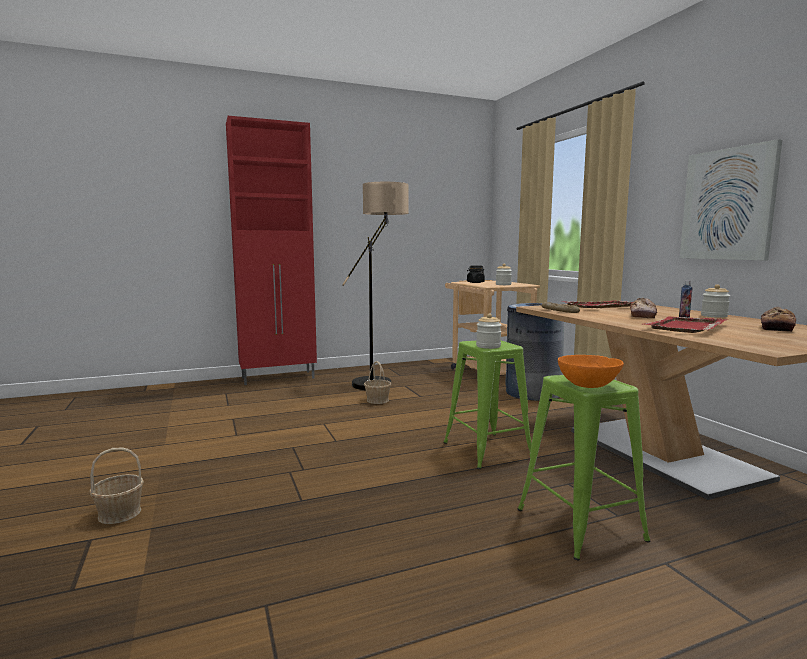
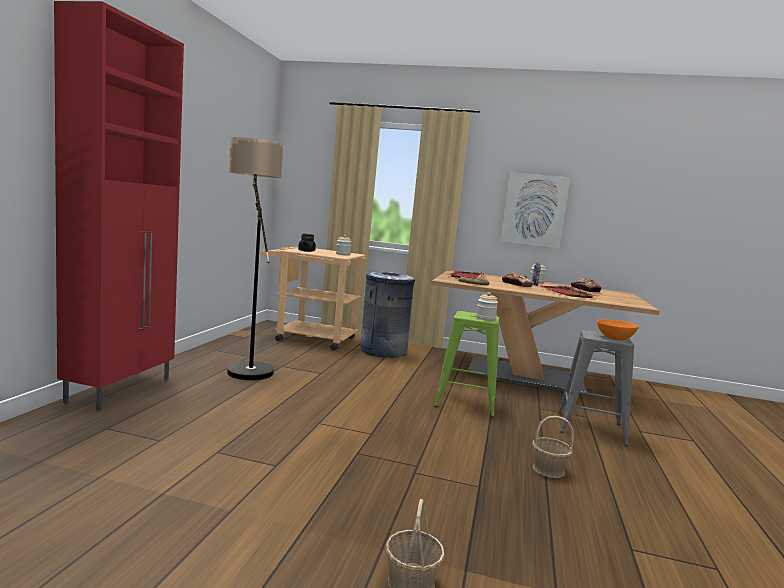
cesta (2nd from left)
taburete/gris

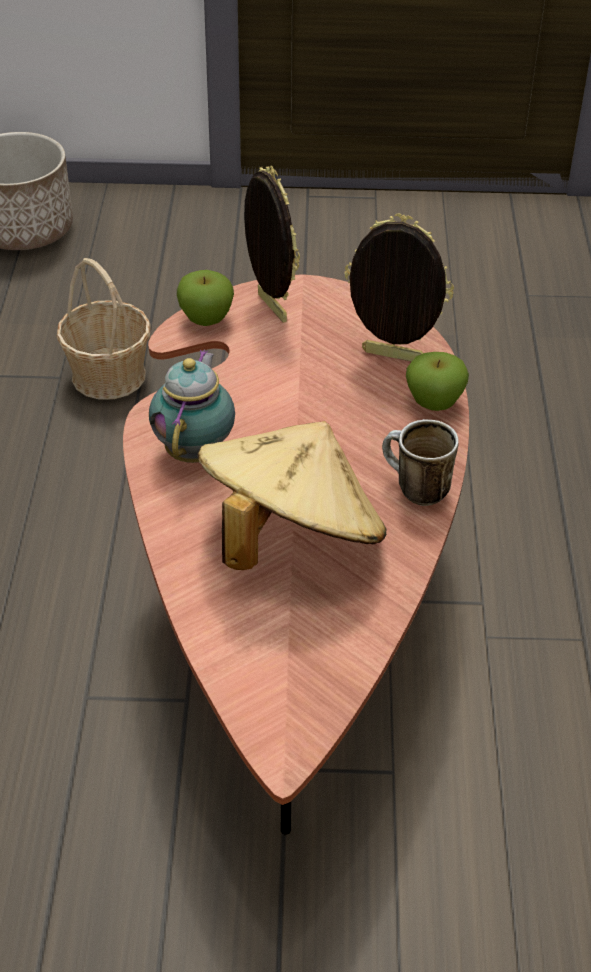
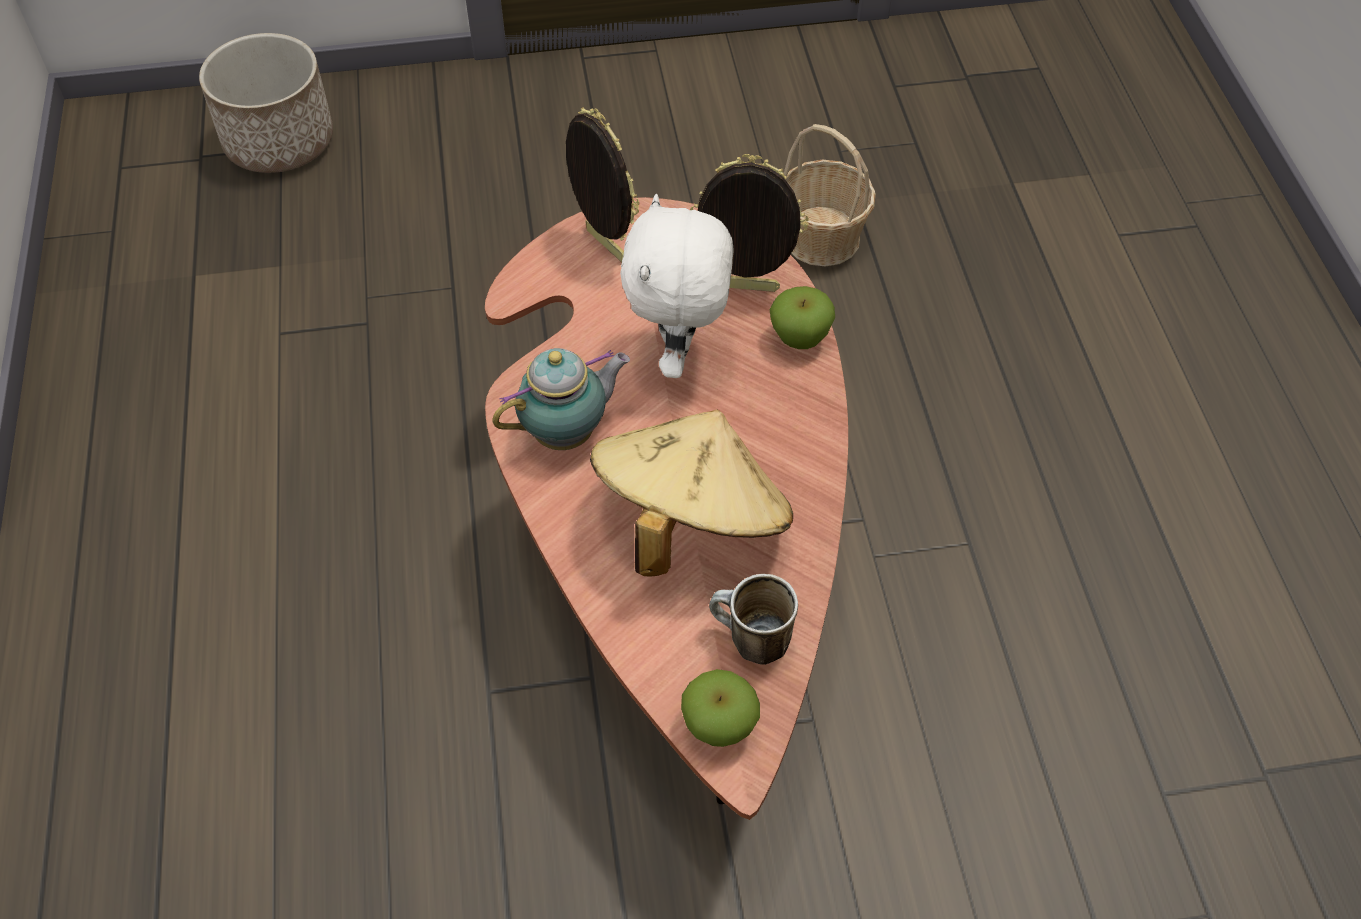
cesta
tetera
manzana (1st from left)
taza grande
peluche/blanco

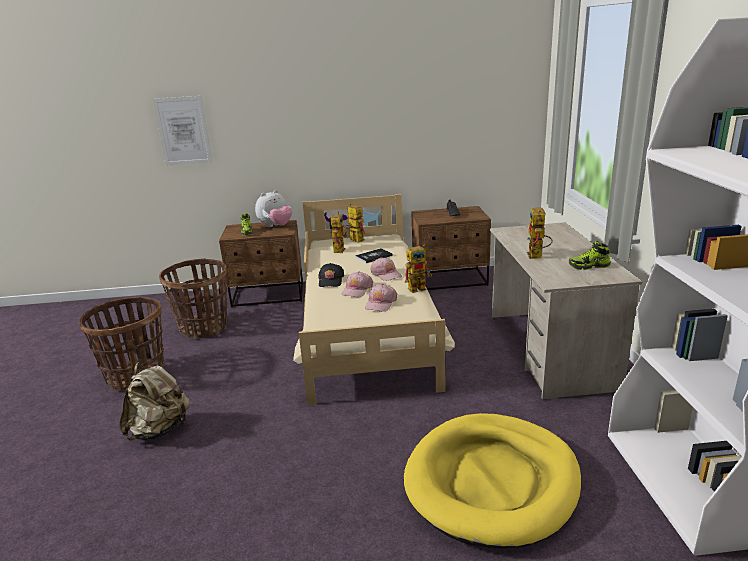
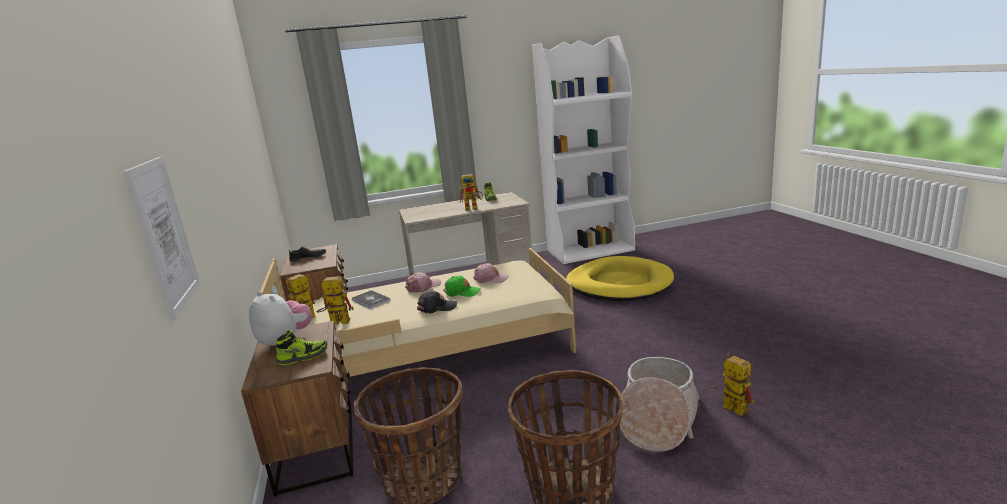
cesta (3rd from left)
gorra/verde
robot de juguete (4th from left)

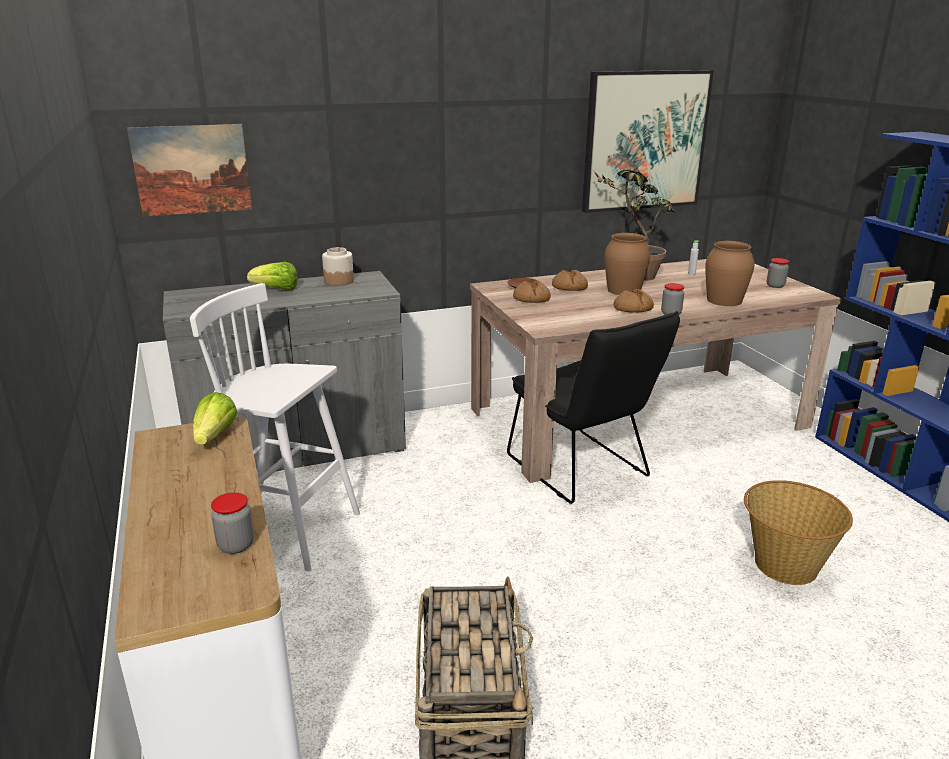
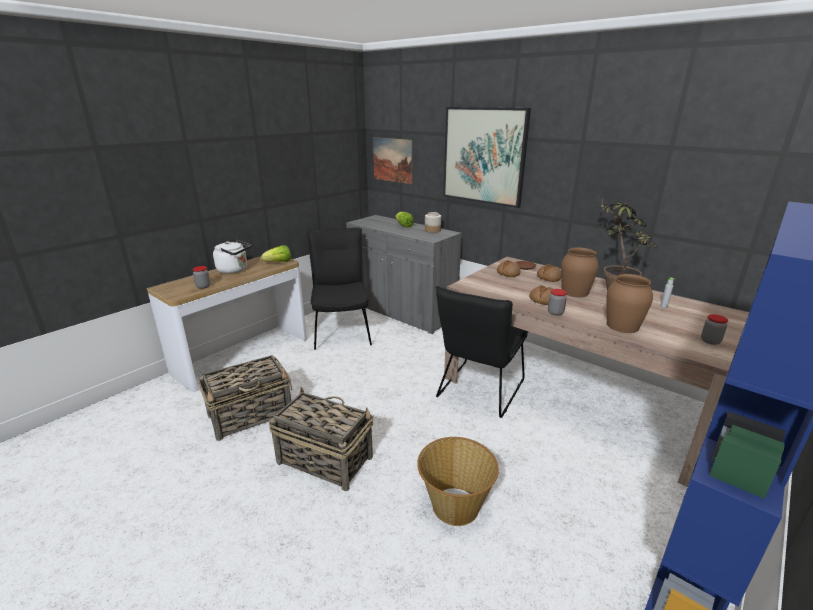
silla/negro (1st from left)
cuadro (2nd from left)
hervidor/blanco
cesta (2nd from left)

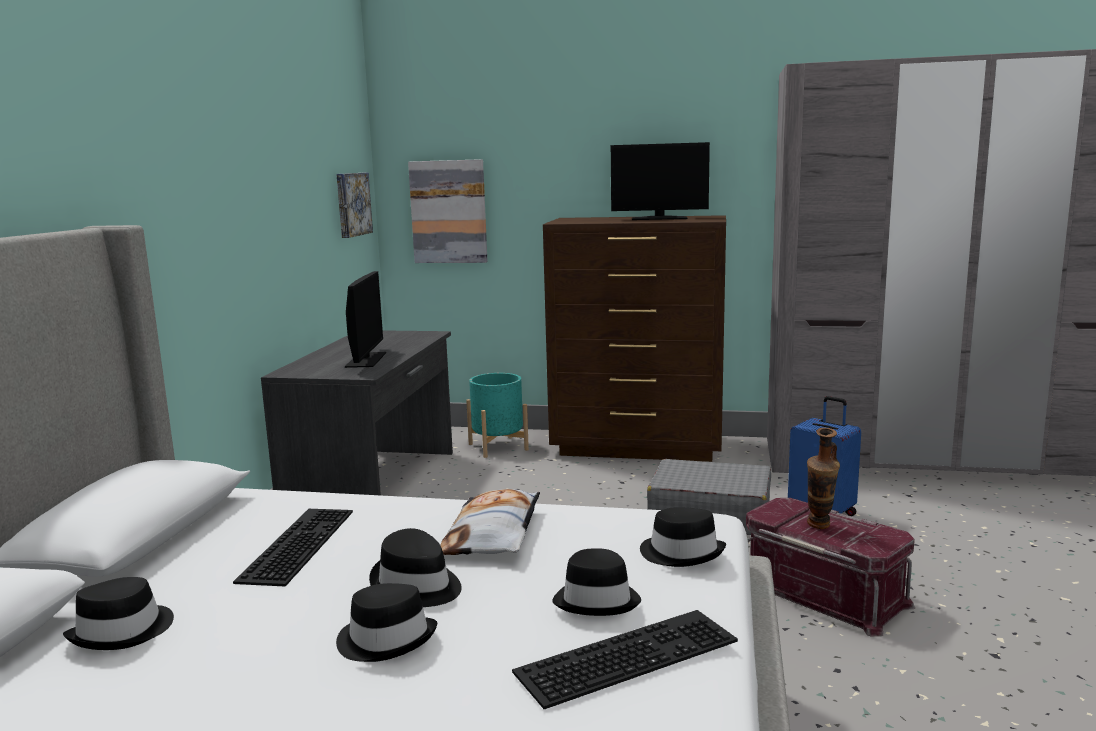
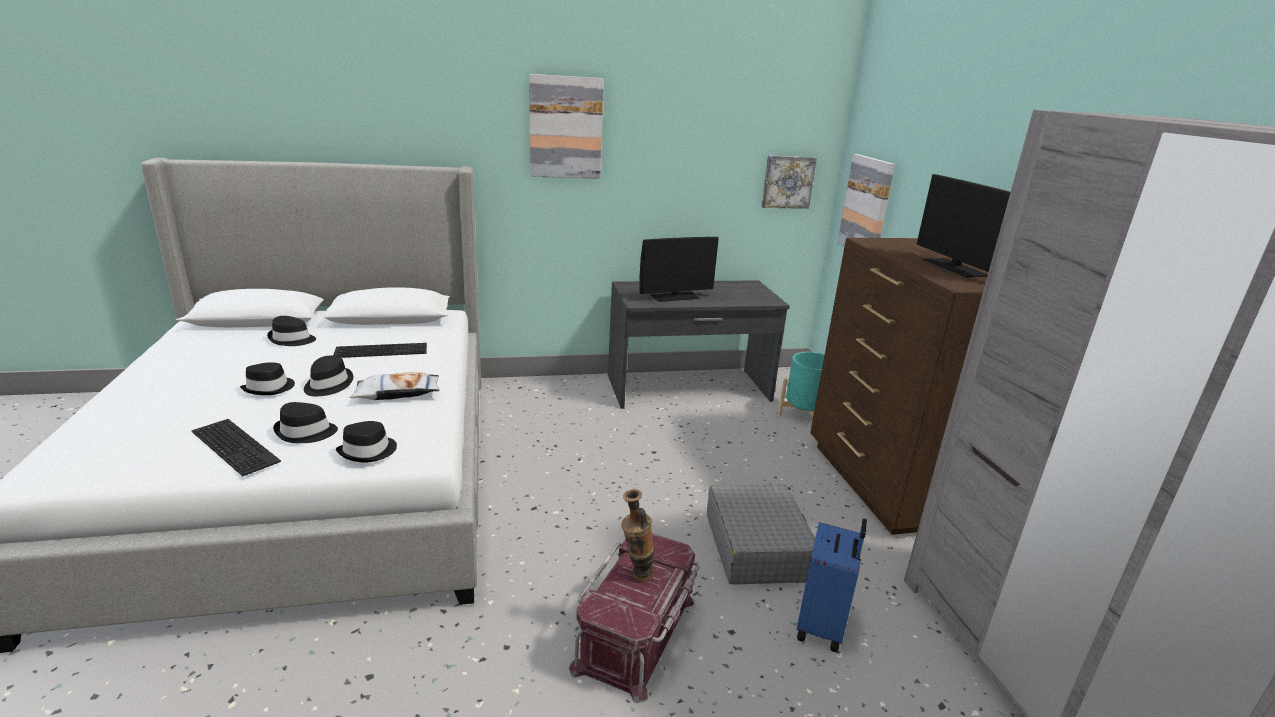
cuadro (1st from left)

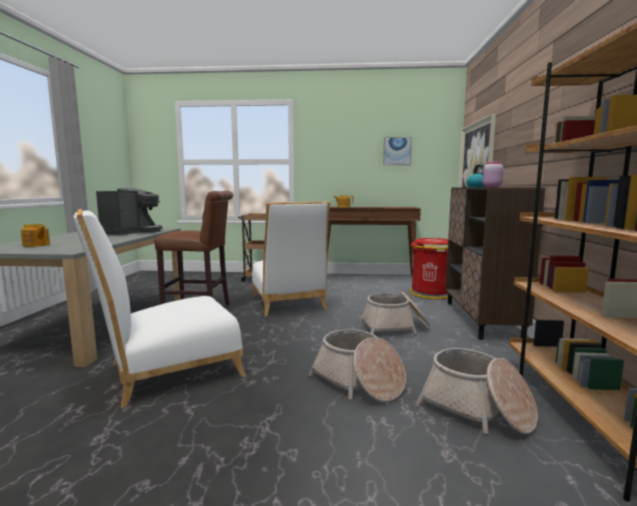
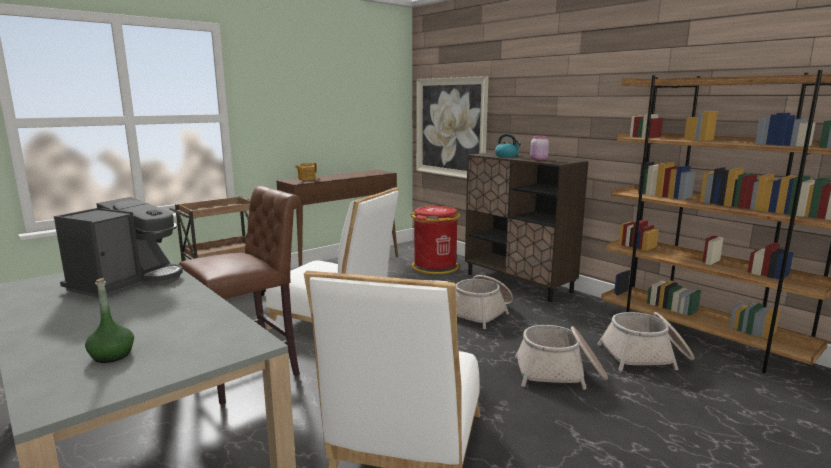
botella/verde
cafetera
cuadro (1st from left in the first image)

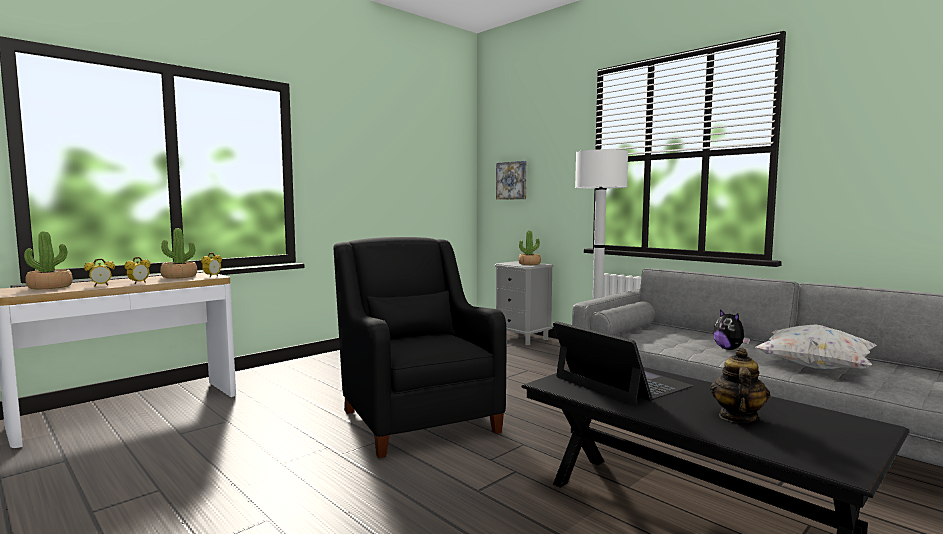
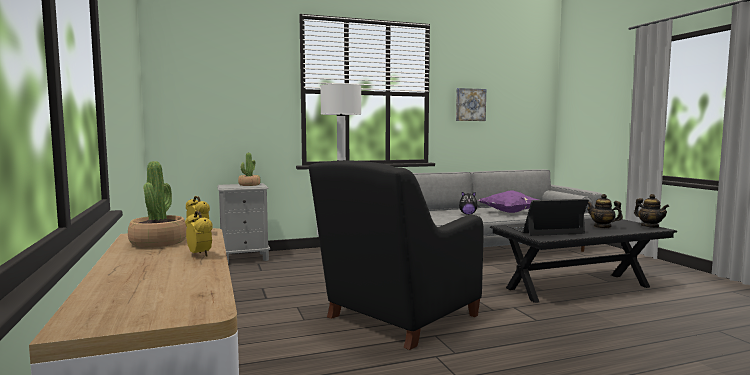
planta en maceta (1st from left in the first image)
despertador (1st from left in the first image)
sillón/negro
cuadro
cojín/morado
tetera (2nd from left)

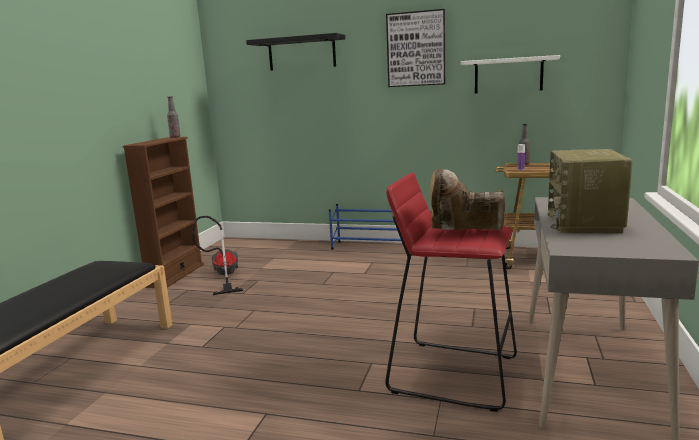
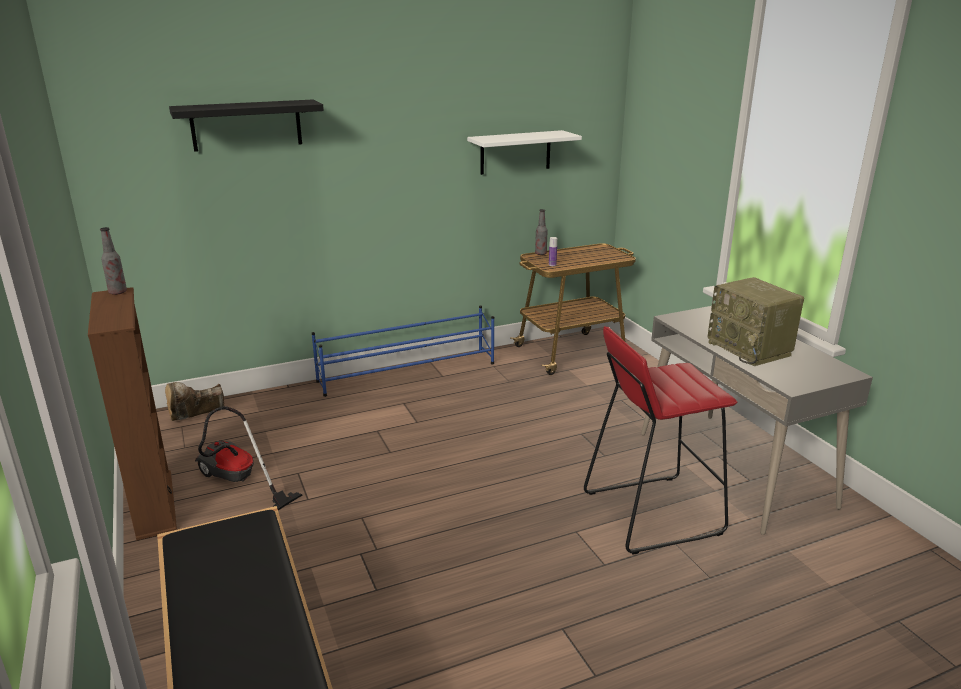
cuadro
bota/marrón

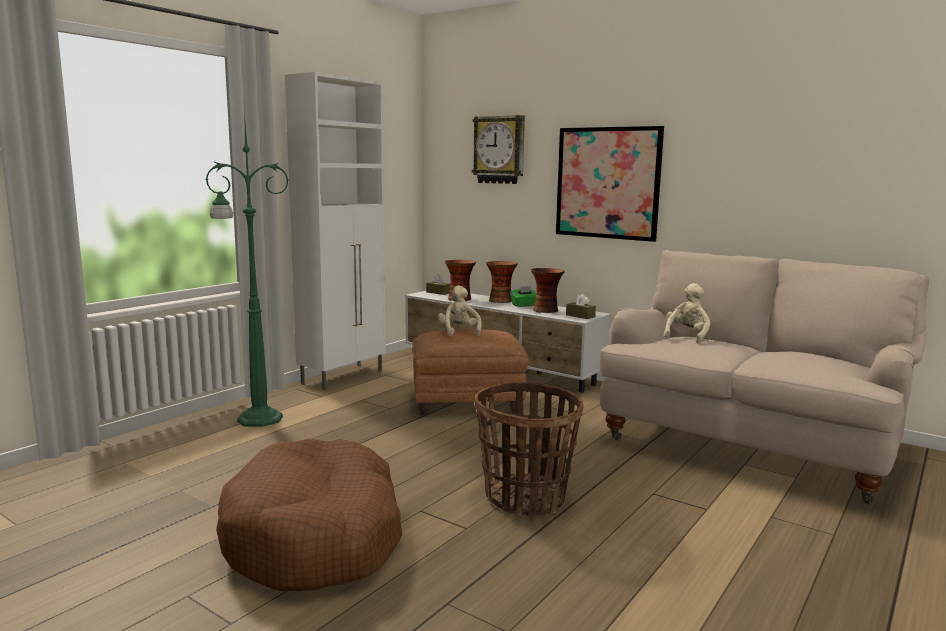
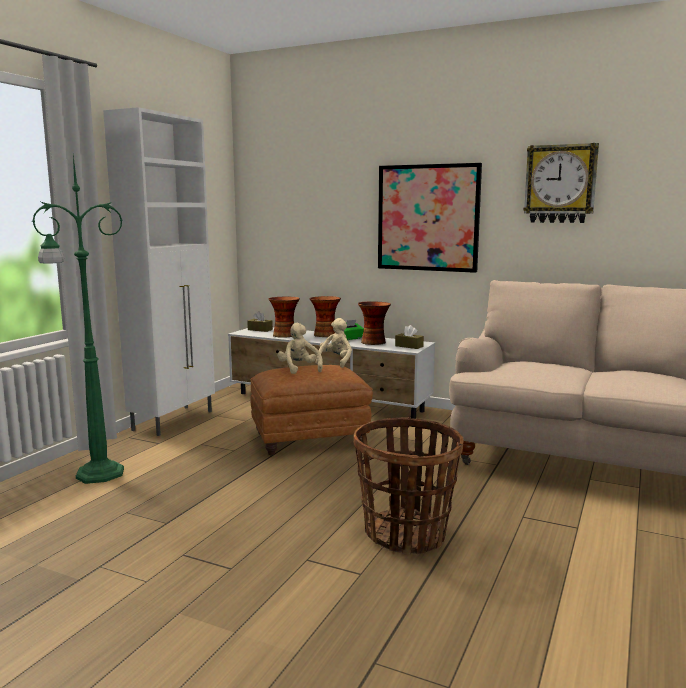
cama para perro/marrón
reloj de pared
peluche/beis (2nd from left)

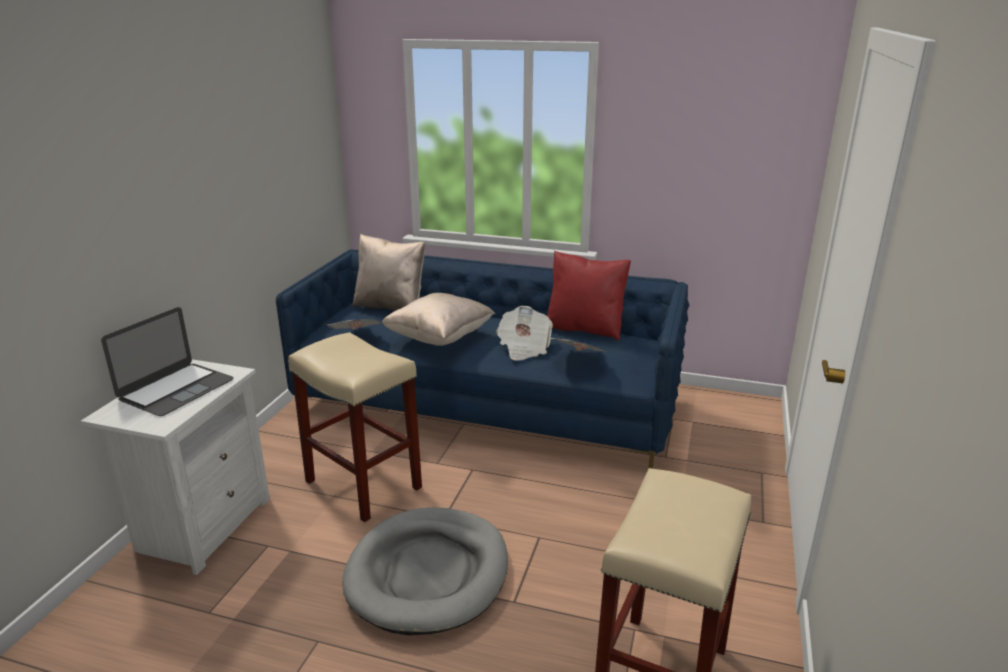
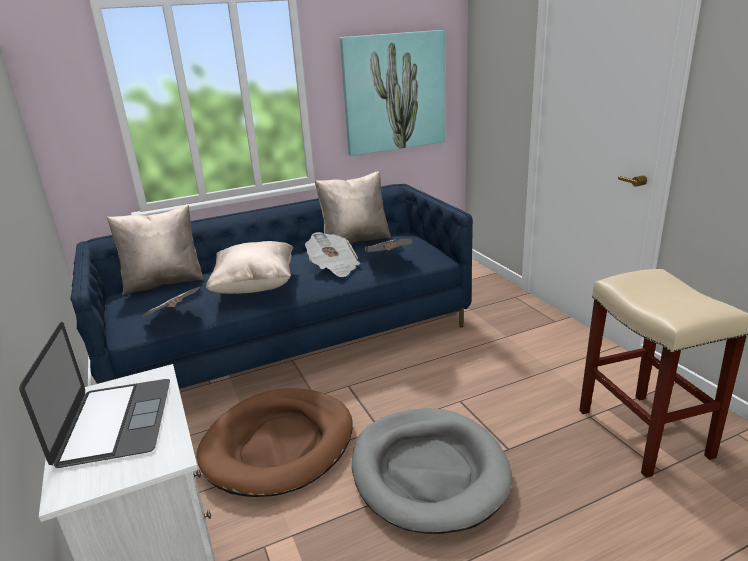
cama para perro/marrón
cojín/beis (3rd from left)
cuadro

